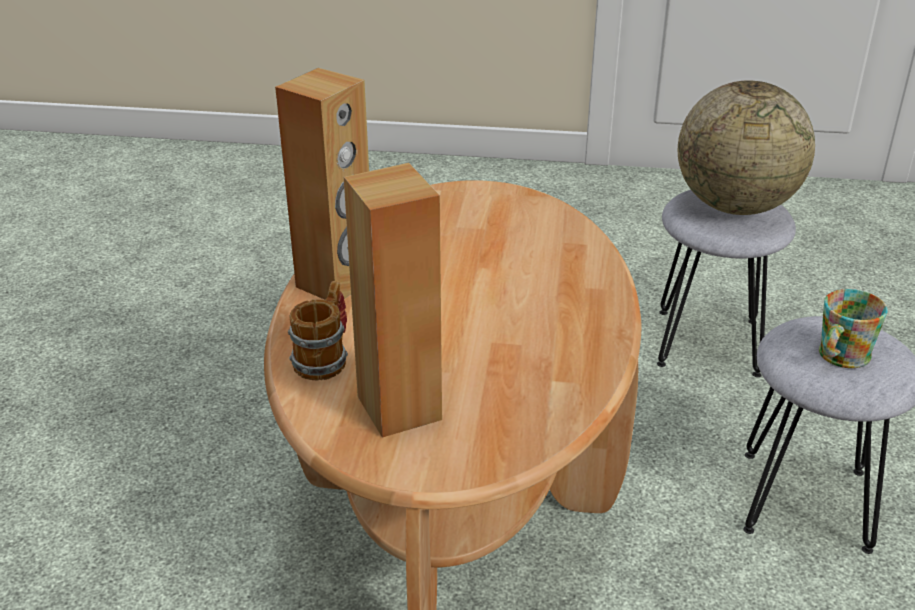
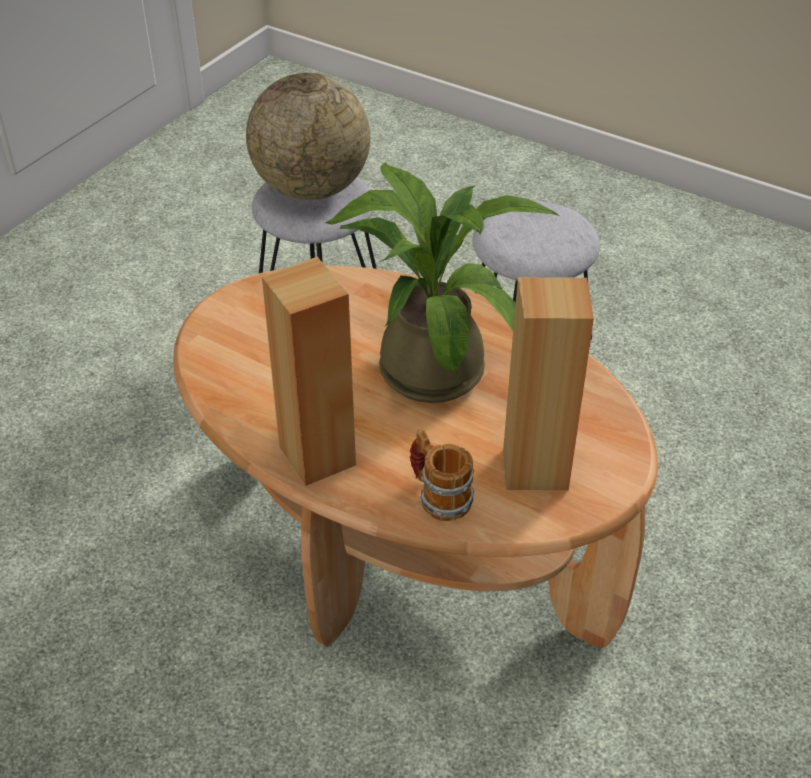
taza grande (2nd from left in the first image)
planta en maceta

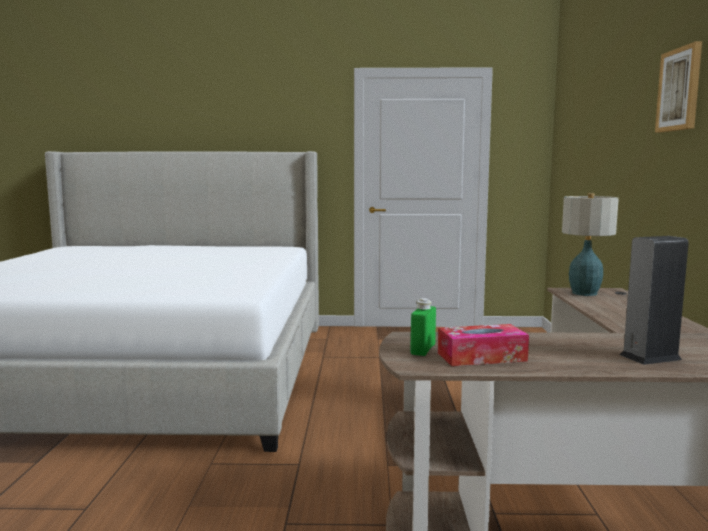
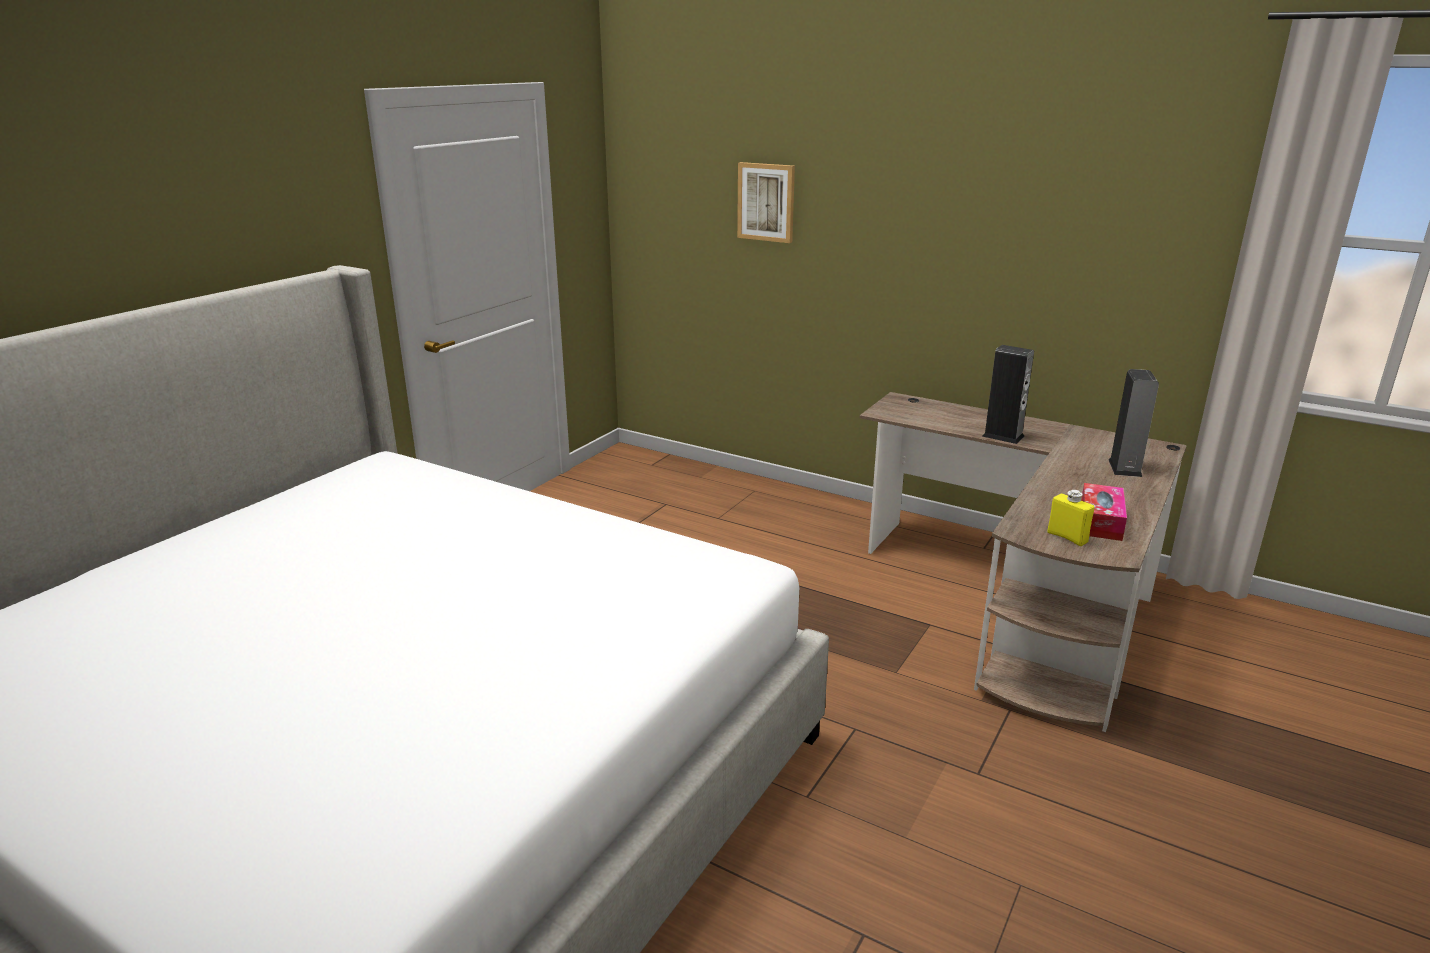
botella/amarillo
lámpara de mesa
cuadro
altavoz (1st from left)

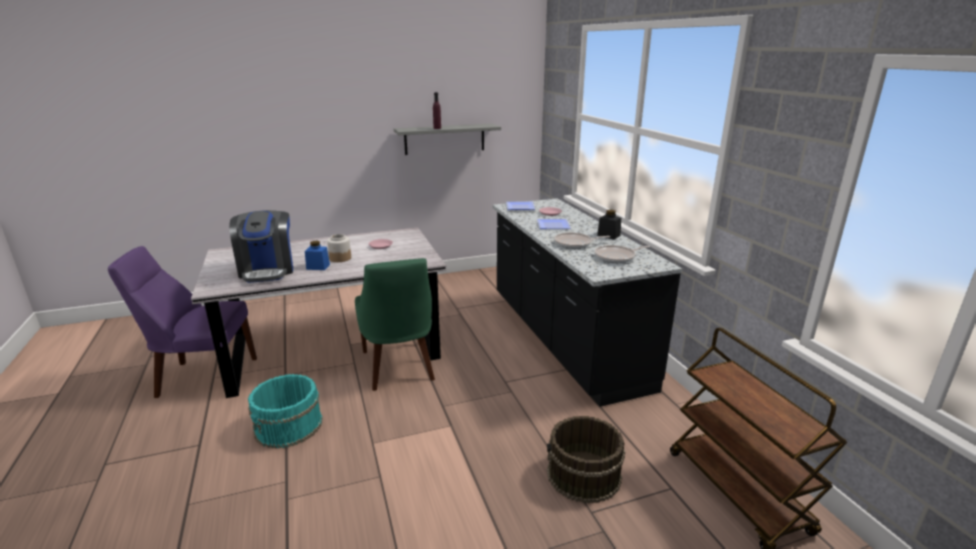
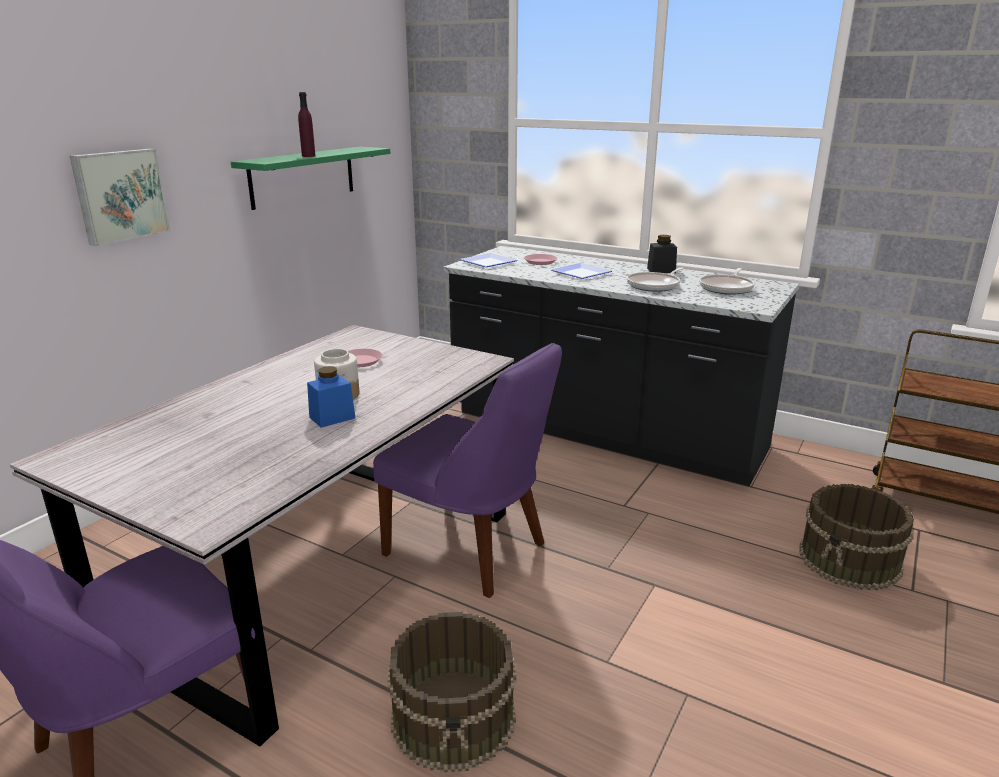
cafetera
cubo/marrón (1st from left)
silla/morado (2nd from left)
estante/verde
cuadro

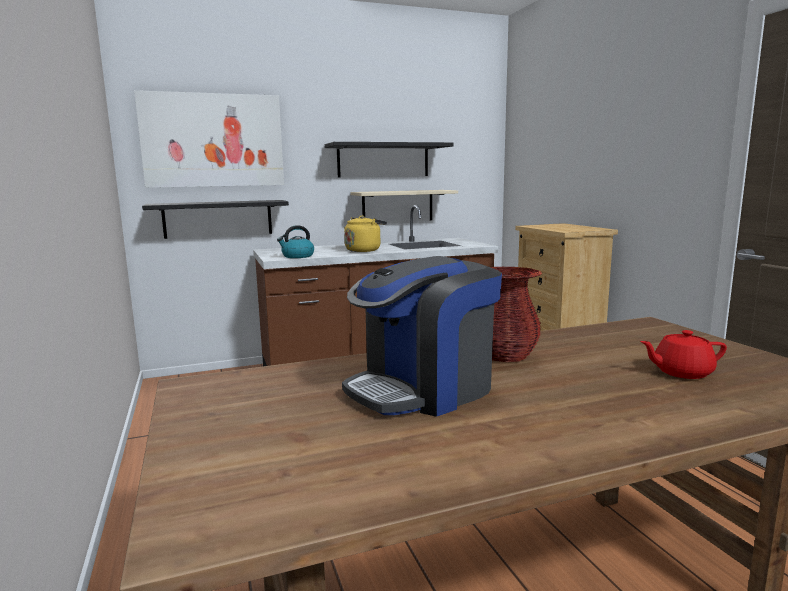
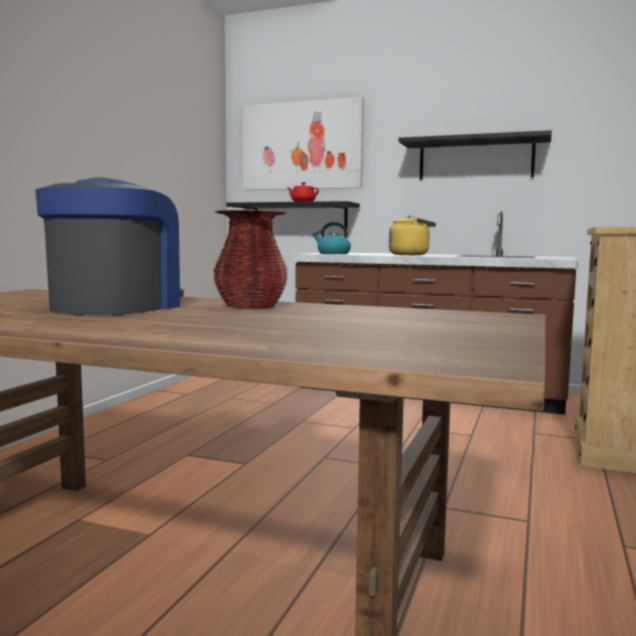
cafetera
estante/beis
tetera/rojo

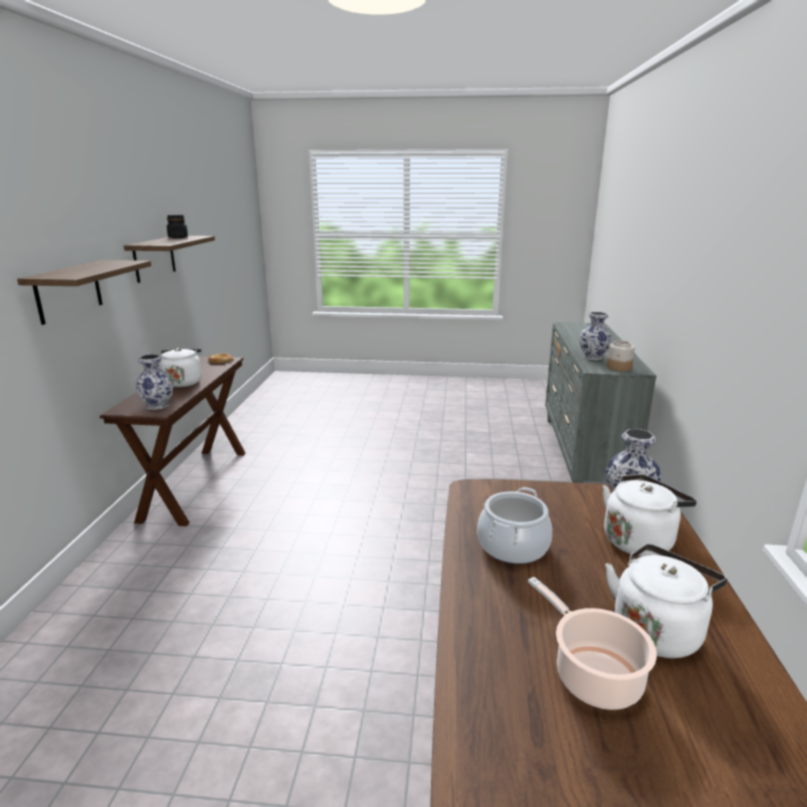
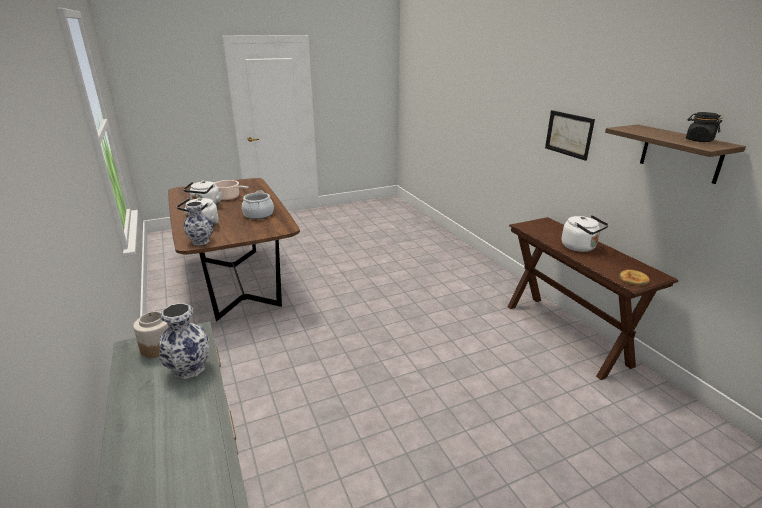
cuadro
florero (1st from left in the first image)

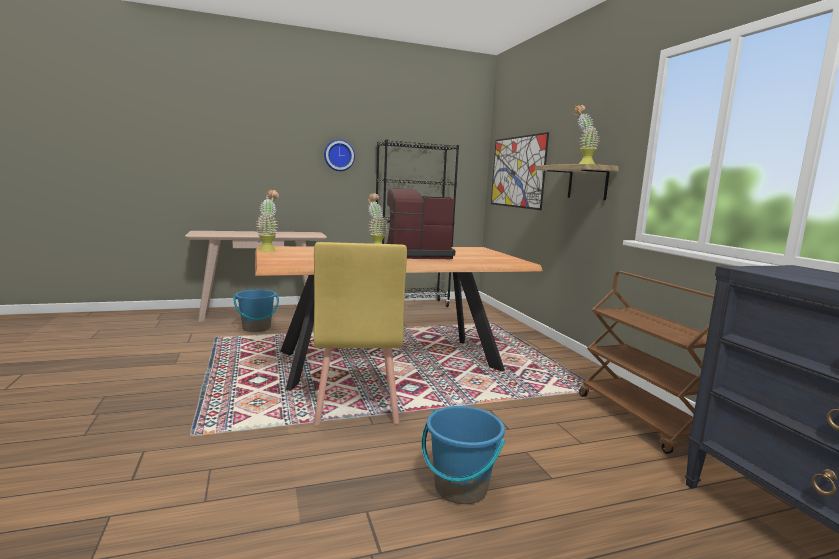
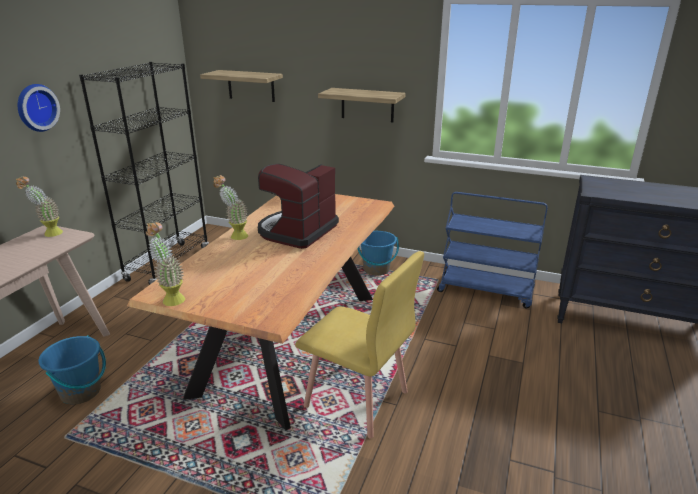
cubo/azul (2nd from left)
estante (1st from left)
planta en maceta (1st from left)
carrito/azul

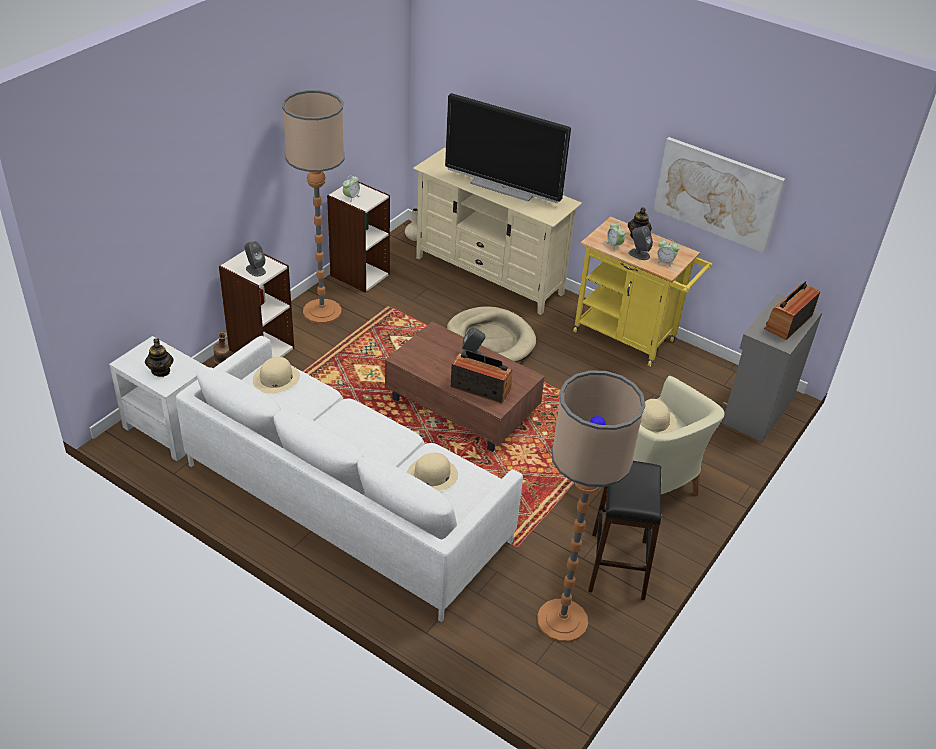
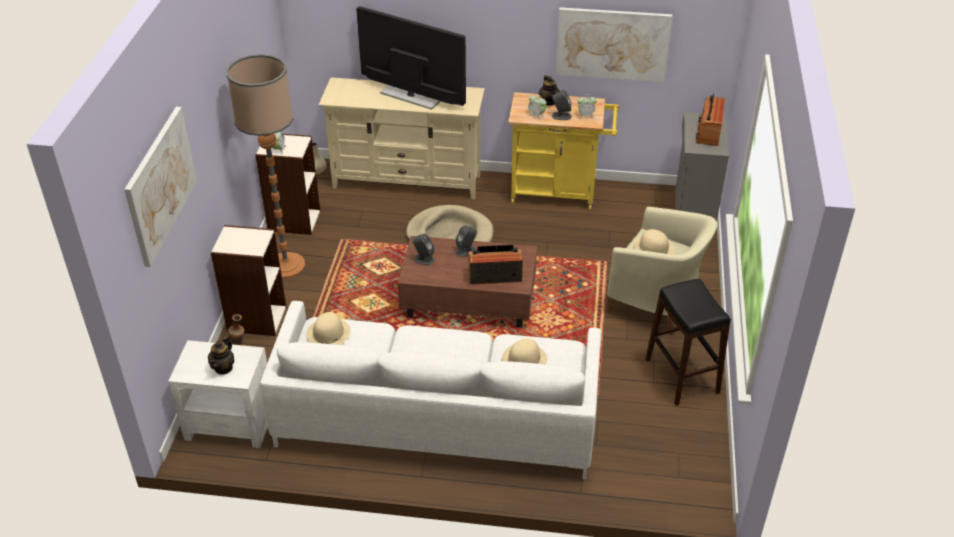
tetera (1st from left)
altavoz/gris (1st from left)
televisor
lámpara de pie (2nd from left in the first image)
cuadro (1st from left)

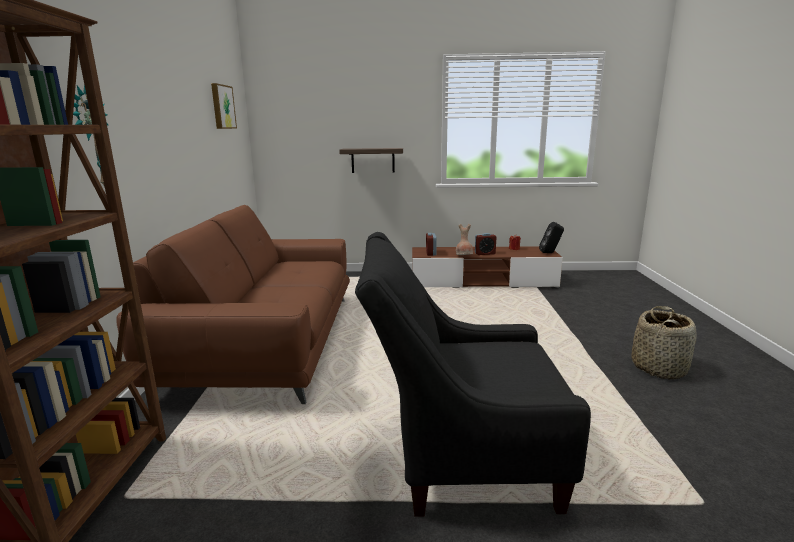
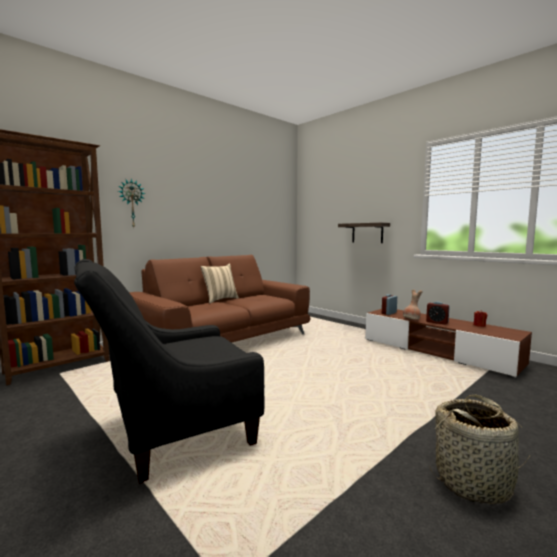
cuadro
sillón/negro
altavoz/negro
cojín/beis

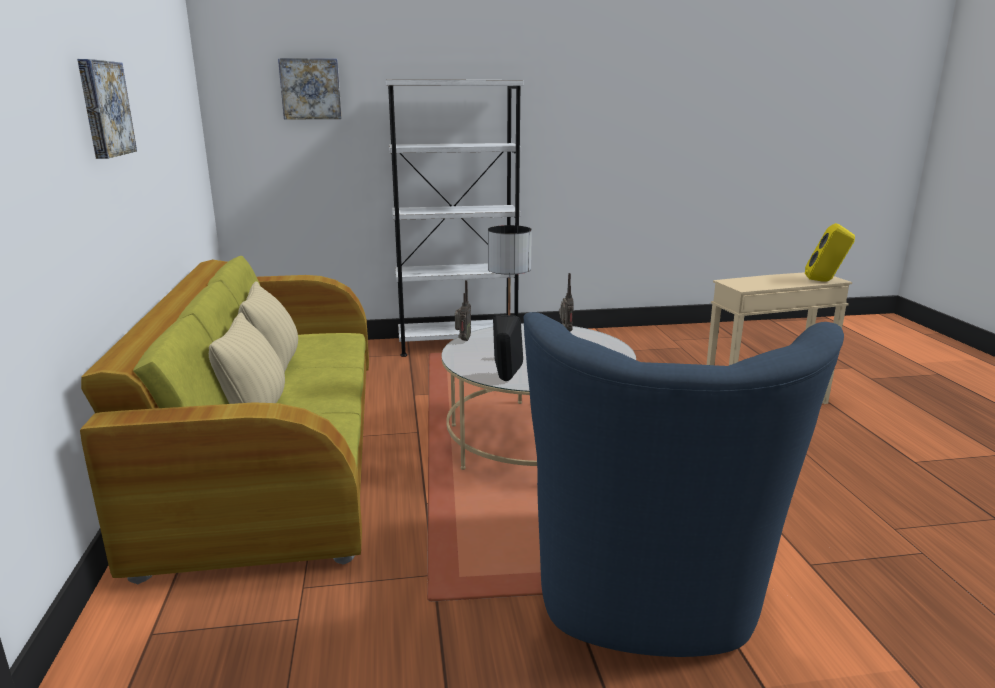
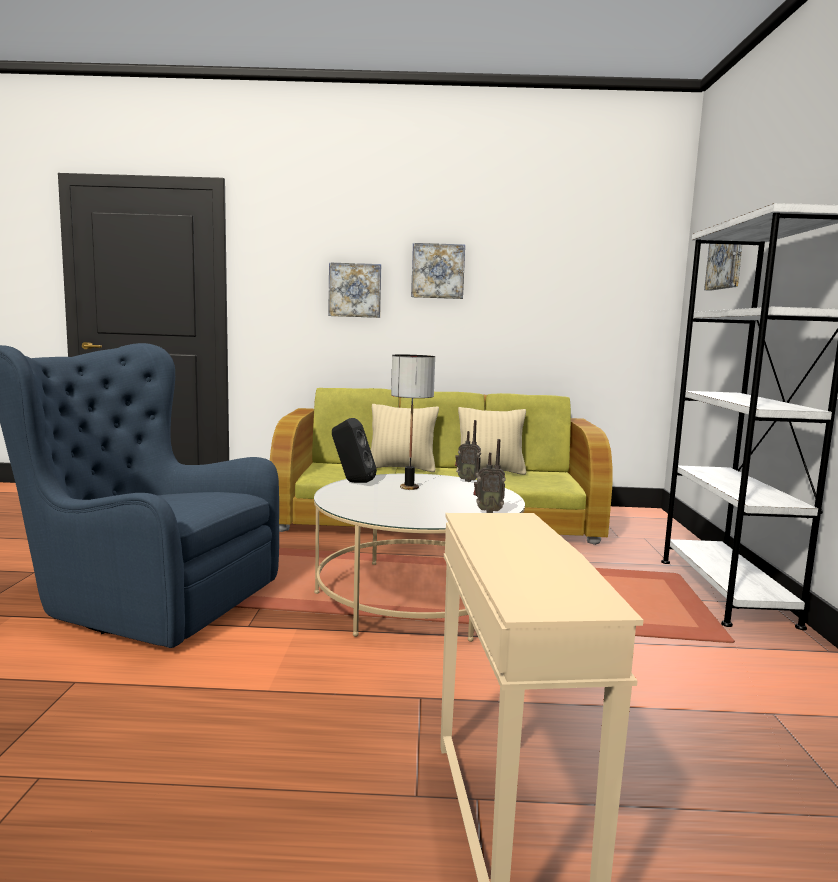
altavoz/amarillo
cuadro (1st from left)

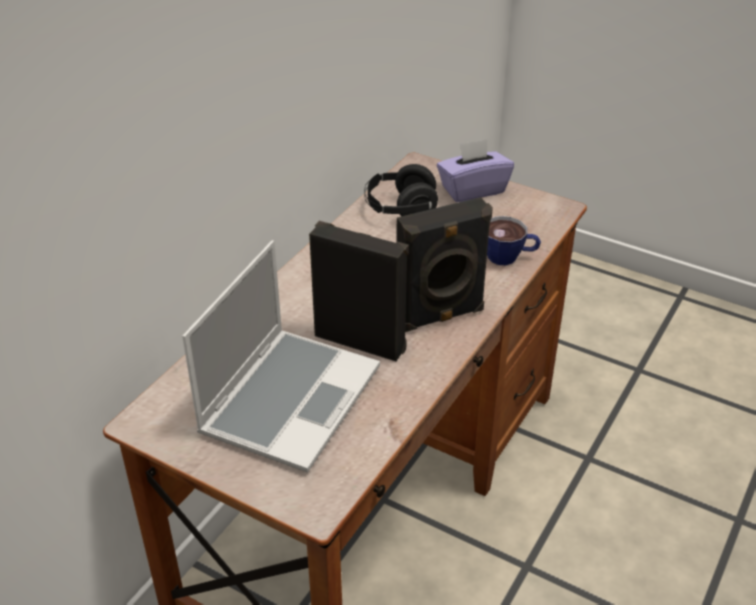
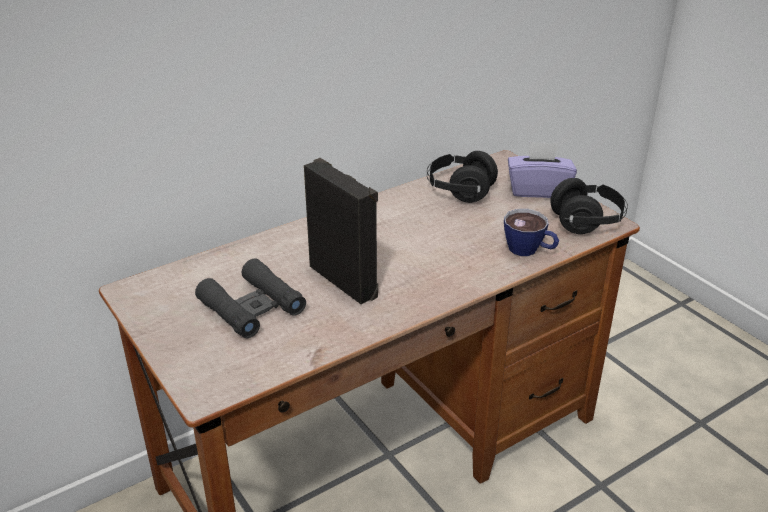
prismáticos/negro
altavoz/negro (2nd from left in the first image)
auriculares/negro (2nd from left)

